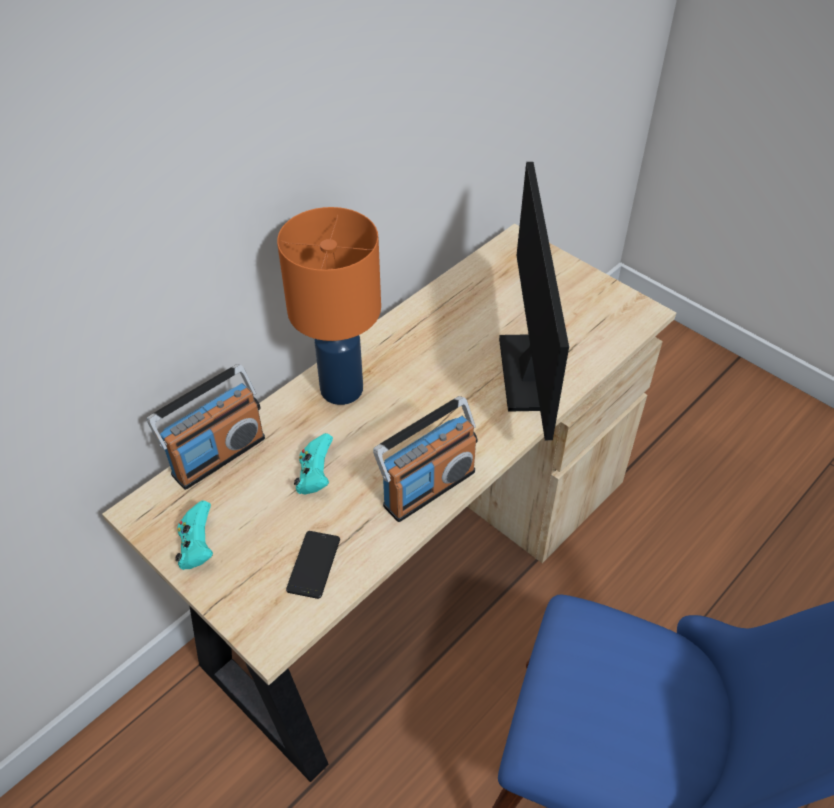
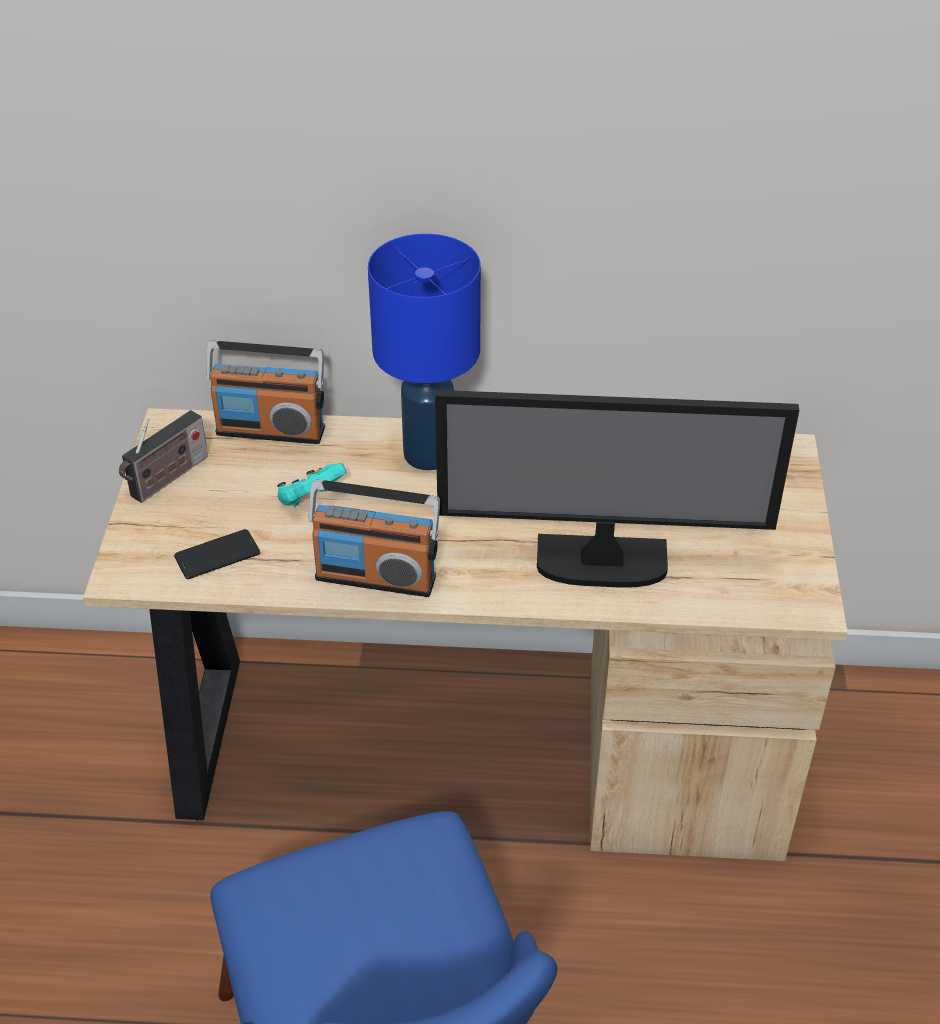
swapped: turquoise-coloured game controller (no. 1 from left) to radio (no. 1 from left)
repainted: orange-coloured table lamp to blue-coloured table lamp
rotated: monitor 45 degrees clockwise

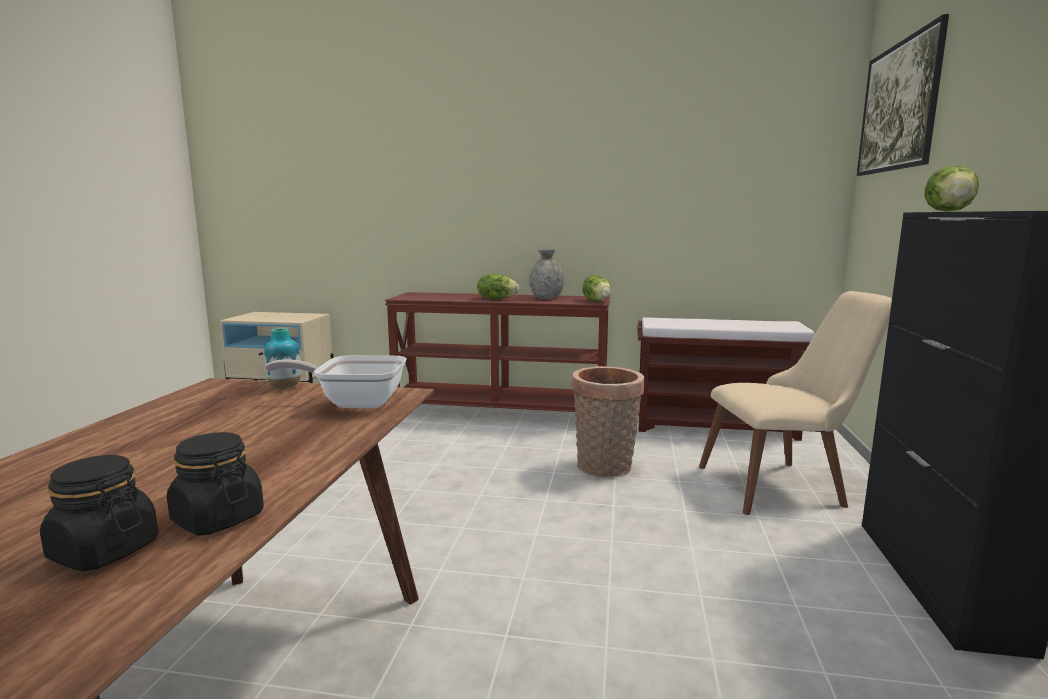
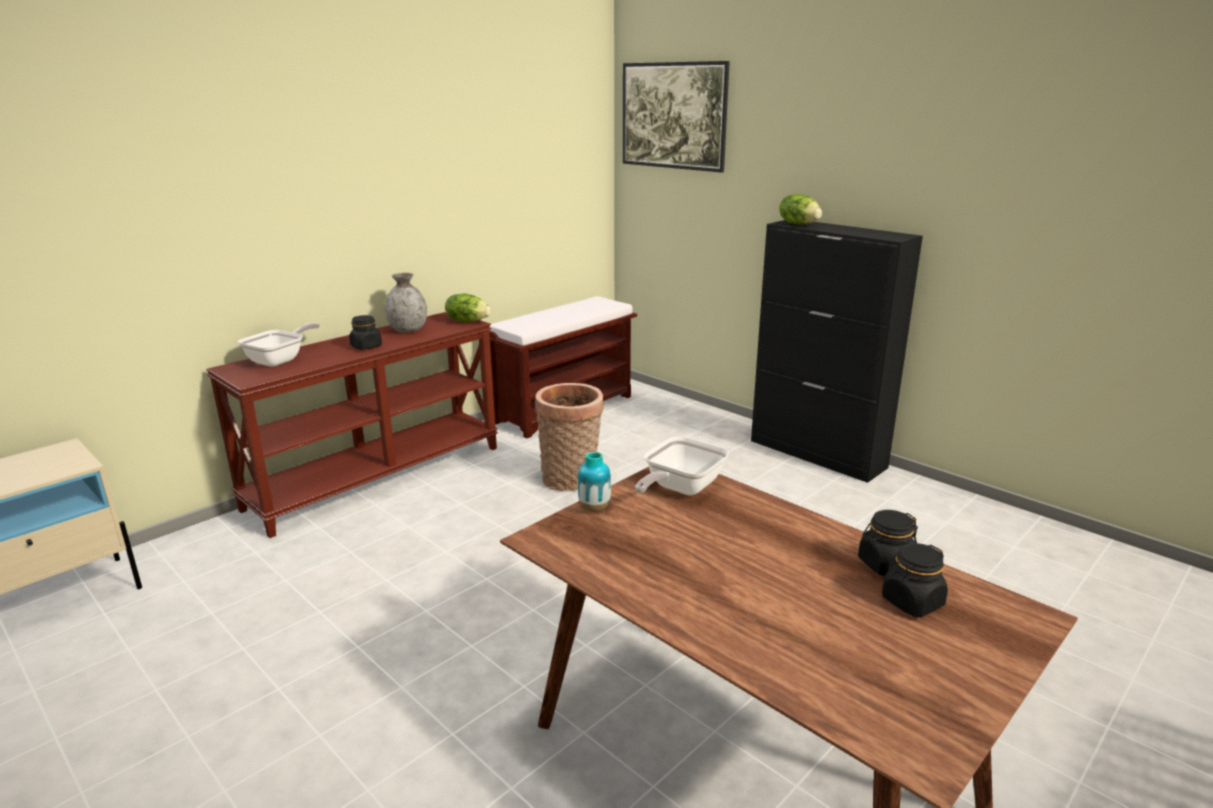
gone: sand-coloured plain chair
new: frying pan (no. 1 from left)
swapped: lettuce (no. 1 from left) to black preserve jar (no. 1 from left)

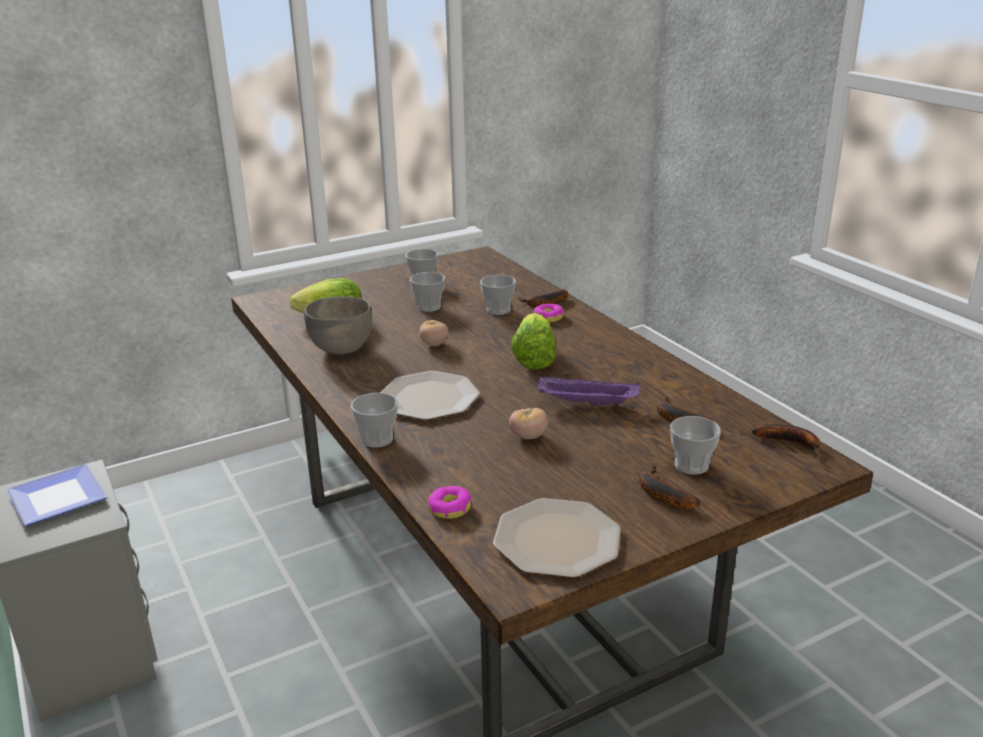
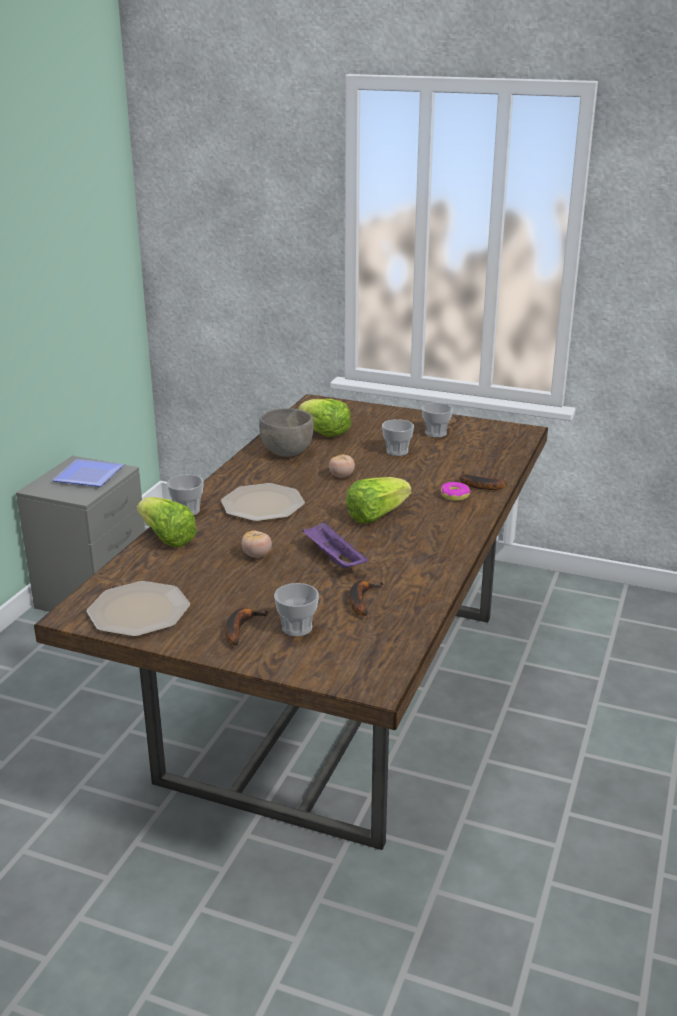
gone: ring doughnut (no. 1 from left); drinking cup (no. 4 from left); banana (no. 4 from left)
new: lettuce (no. 1 from left)

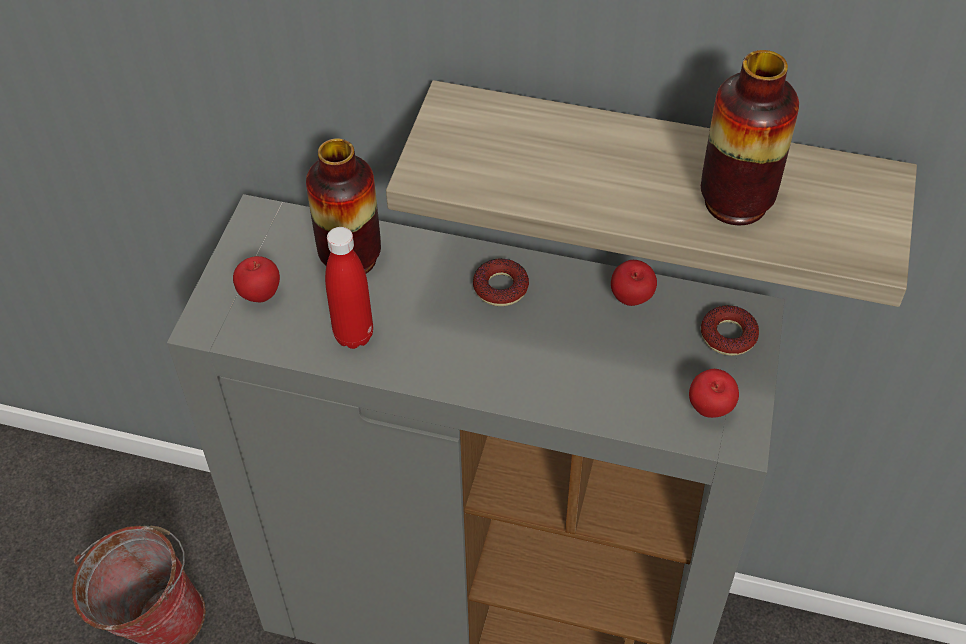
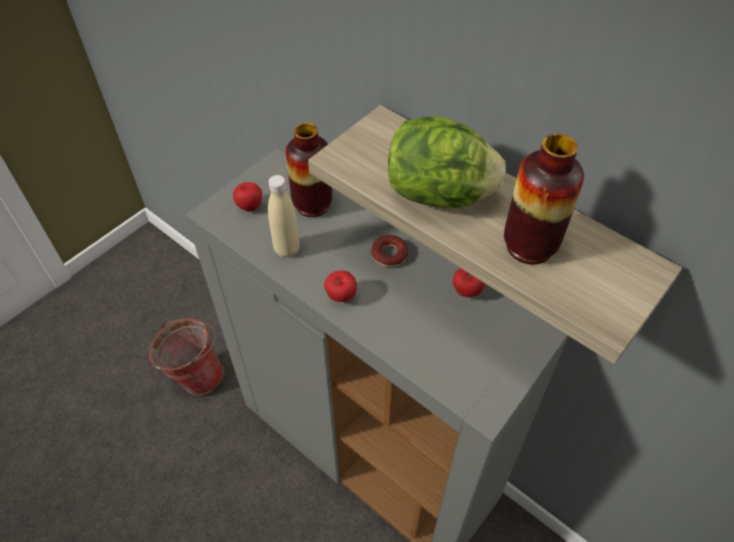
gone: ring doughnut (no. 2 from left)
new: lettuce
shifted: apple fruit (no. 3 from left in the first image) to apple fruit (no. 2 from left)
repainted: red drink bottle to sand-coloured drink bottle

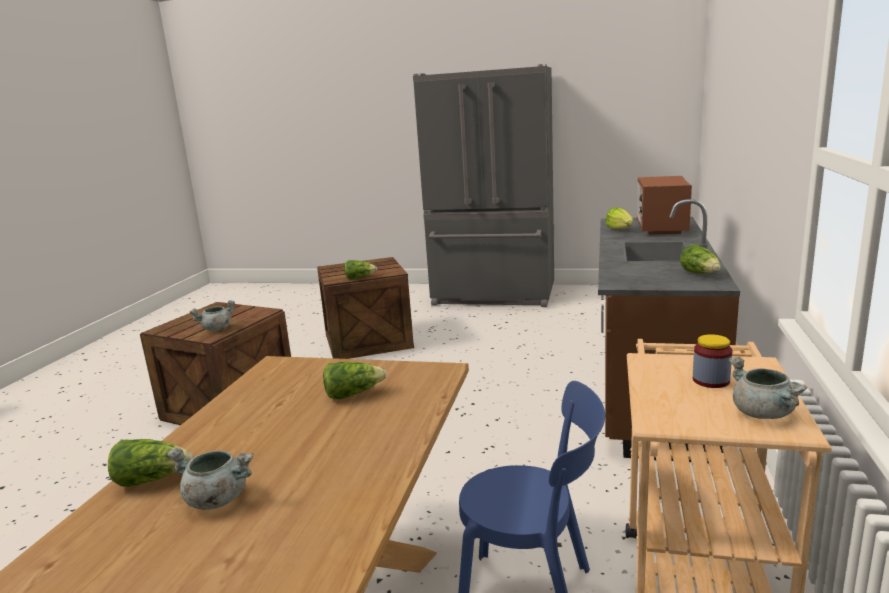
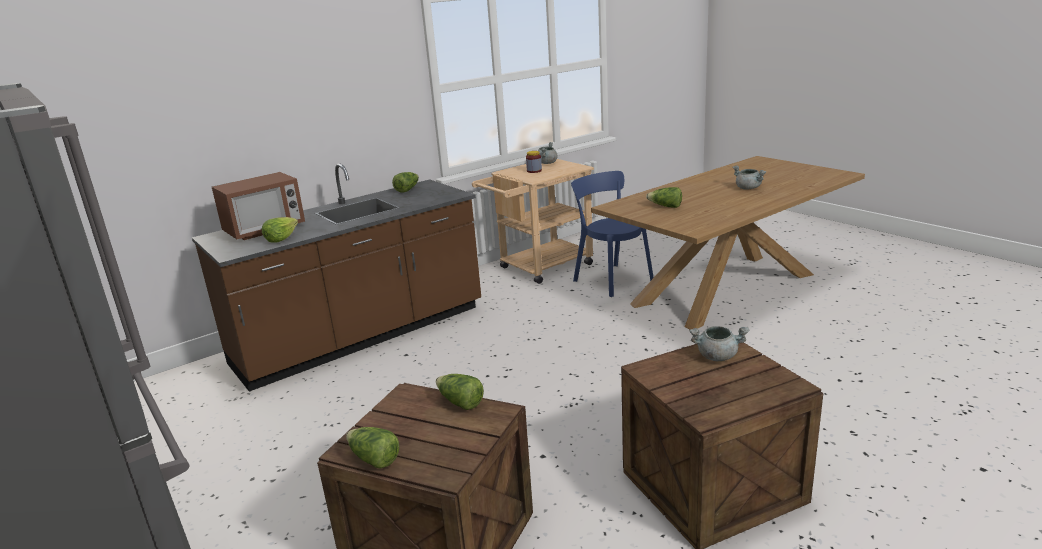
shifted: lettuce (no. 1 from left in the first image) to lettuce (no. 2 from left)

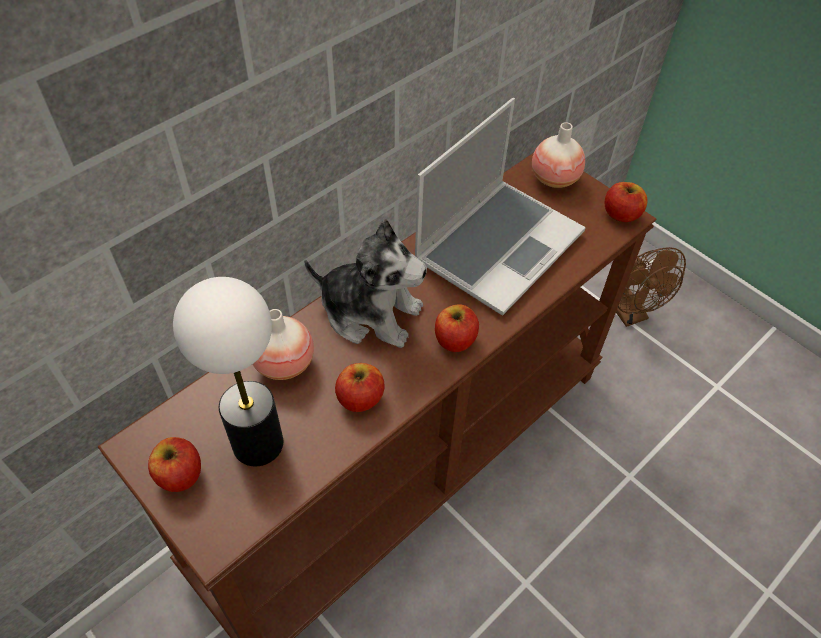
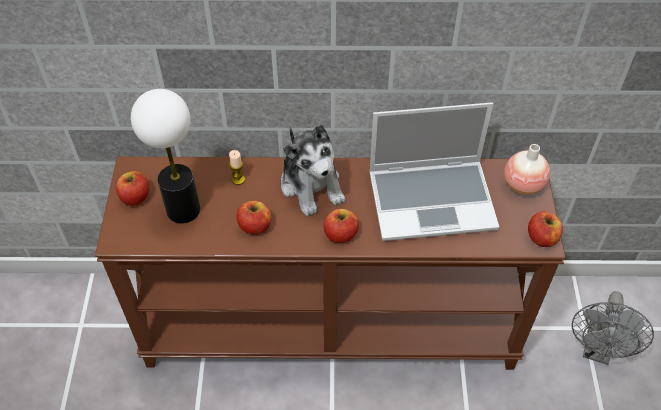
swapped: flower vase (no. 1 from left) to wax candle
repainted: brown cooling fan to gray cooling fan

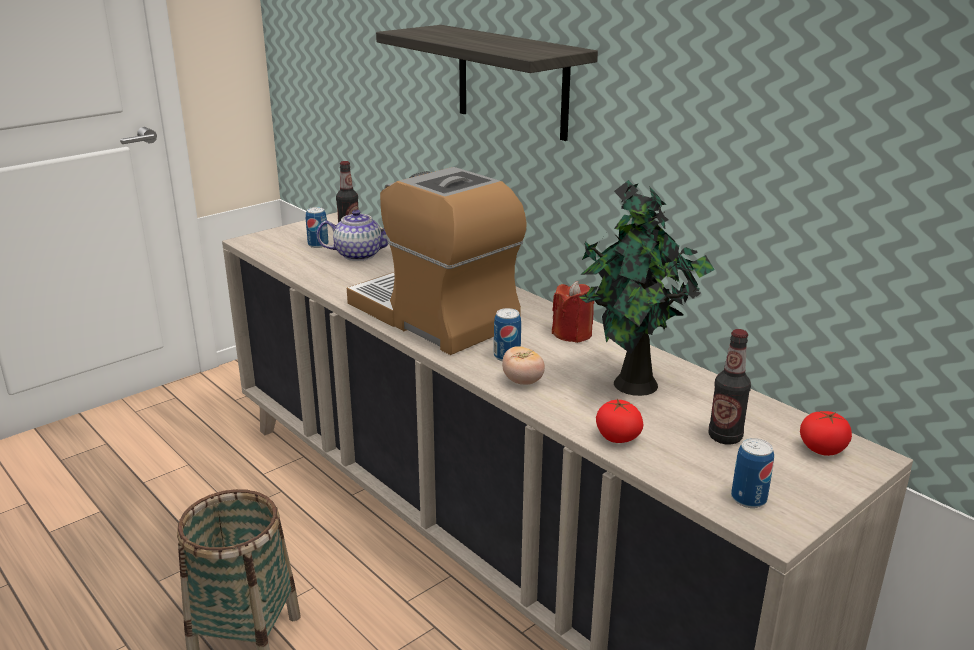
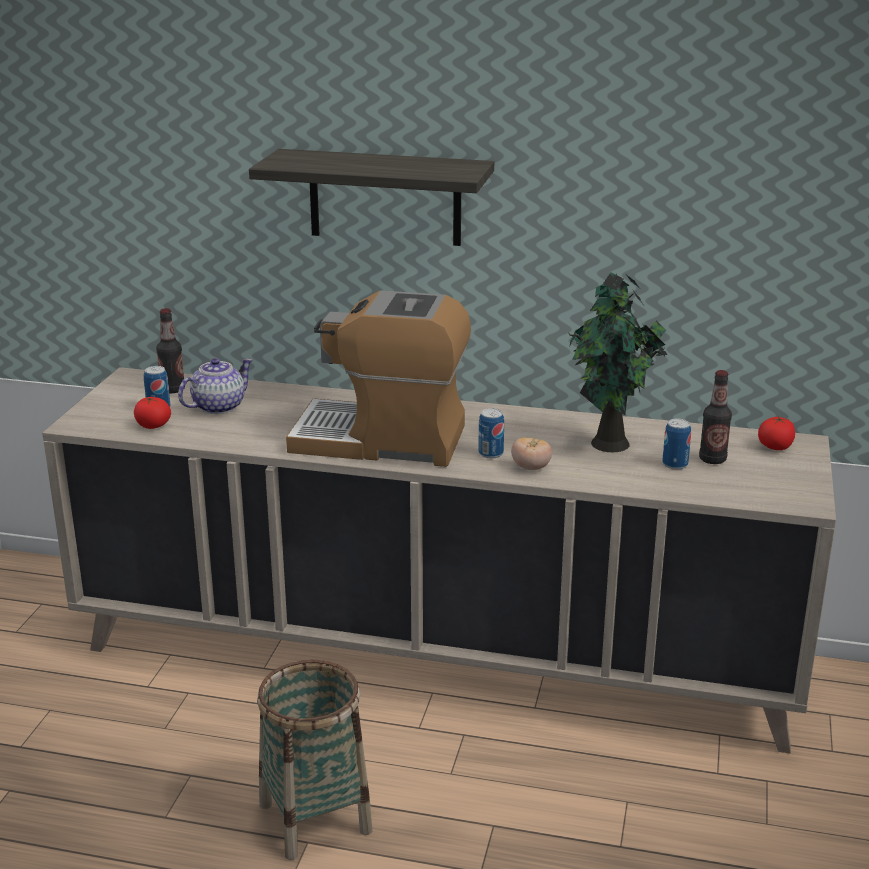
gone: red wax candle
shifted: whole tomato (no. 2 from left in the first image) to whole tomato (no. 1 from left); sealed can (no. 3 from left)

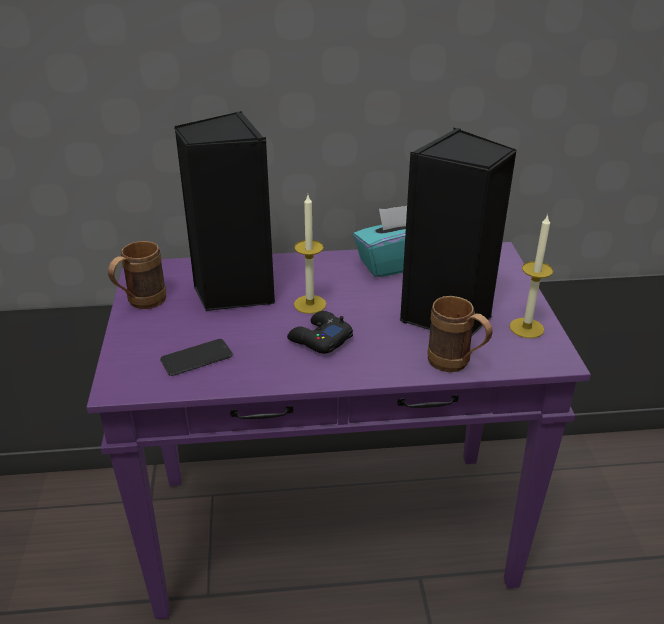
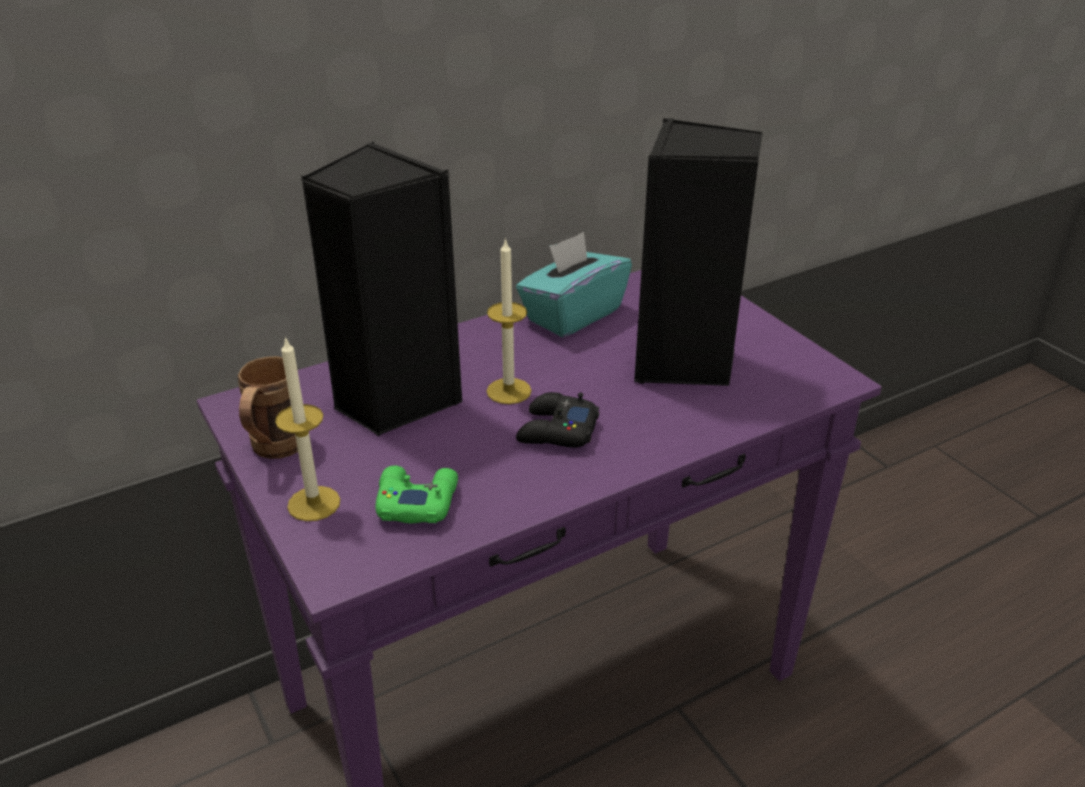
gone: brown tea mug (no. 2 from left)
shifted: wax candle (no. 2 from left in the first image) to wax candle (no. 1 from left)
swapped: telephone to green-coloured game controller

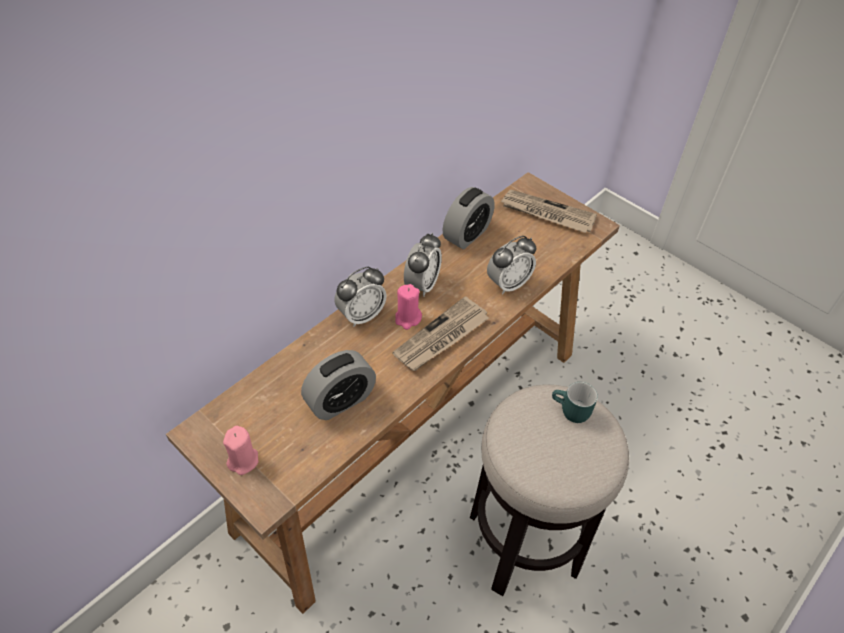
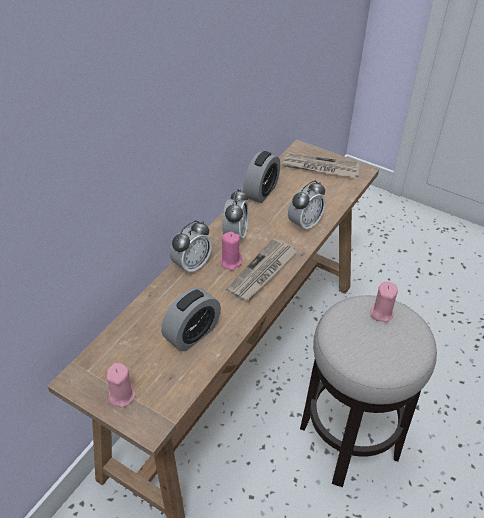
swapped: turquoise-coloured tea mug to pinkish wax candle (no. 3 from left)

